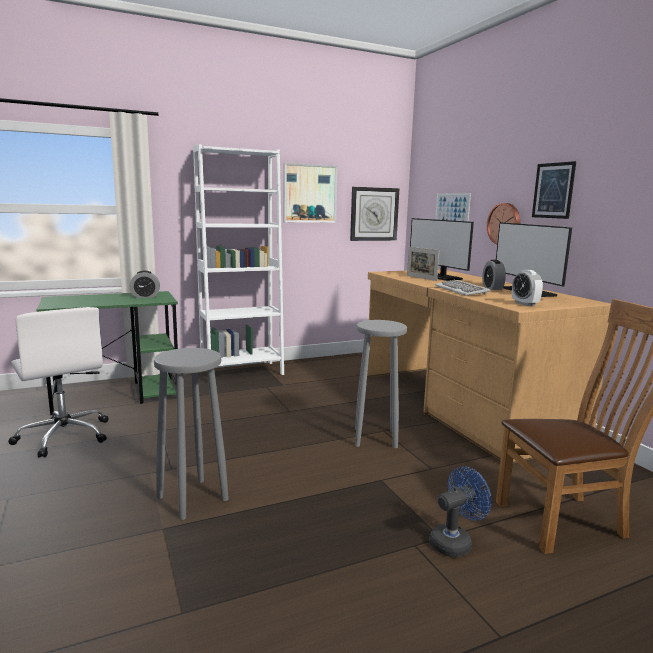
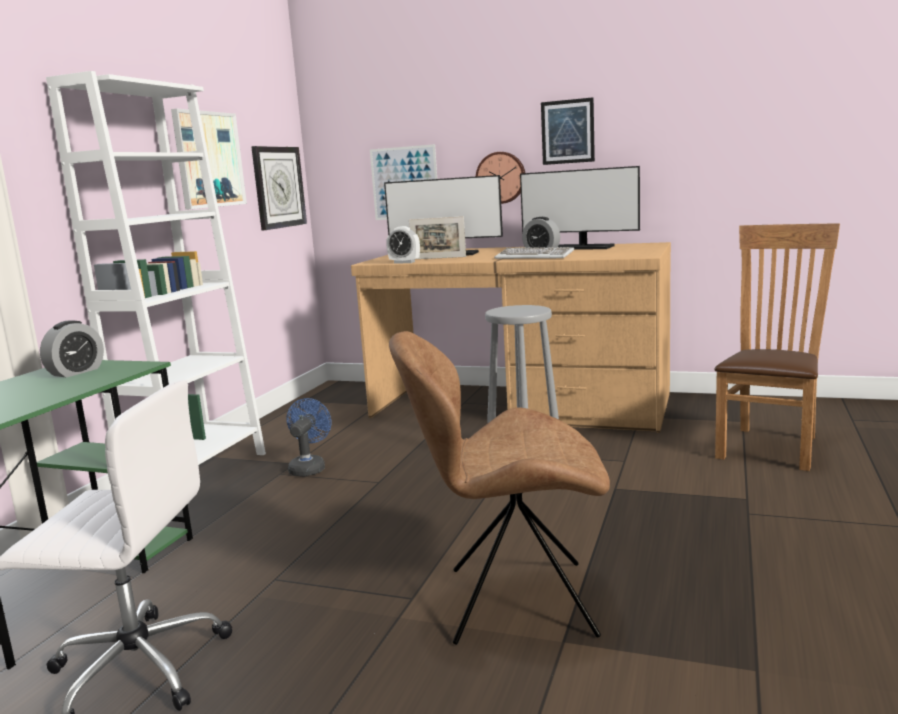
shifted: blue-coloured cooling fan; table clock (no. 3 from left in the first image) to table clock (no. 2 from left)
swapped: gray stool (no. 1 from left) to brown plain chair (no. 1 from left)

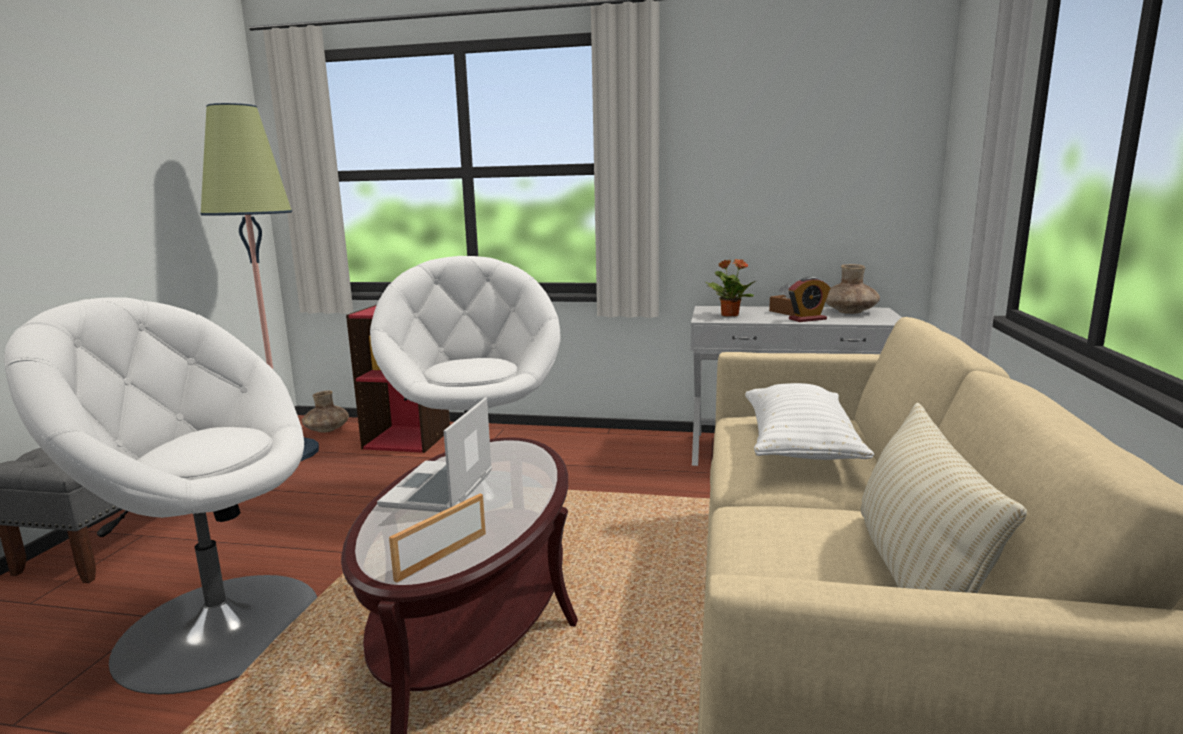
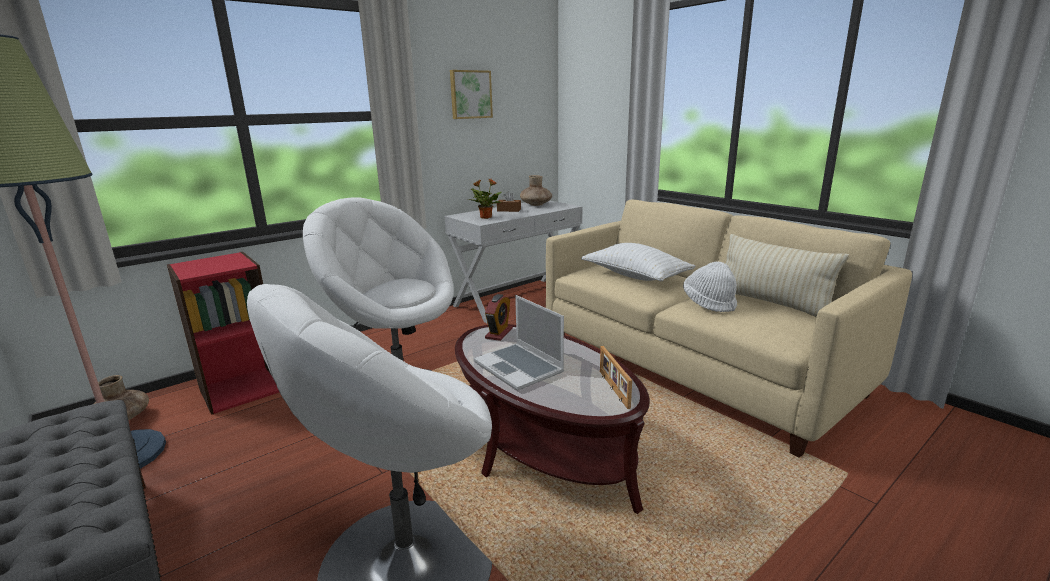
new: picture; whitish wearable hat
shifted: table clock

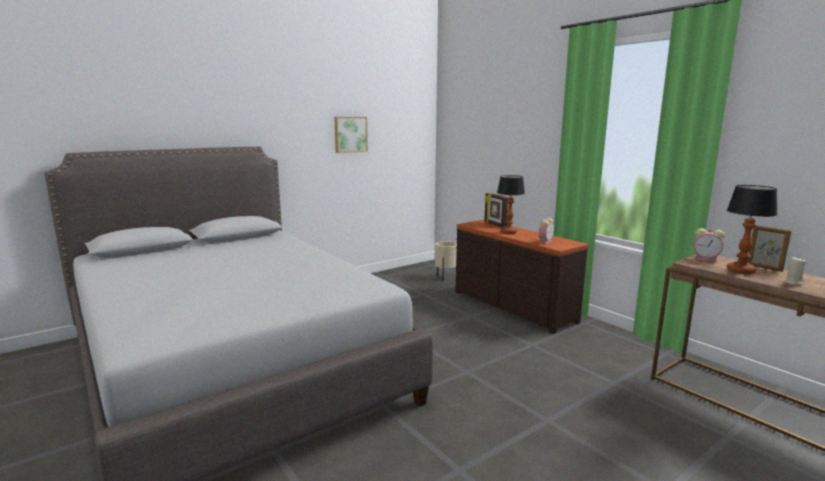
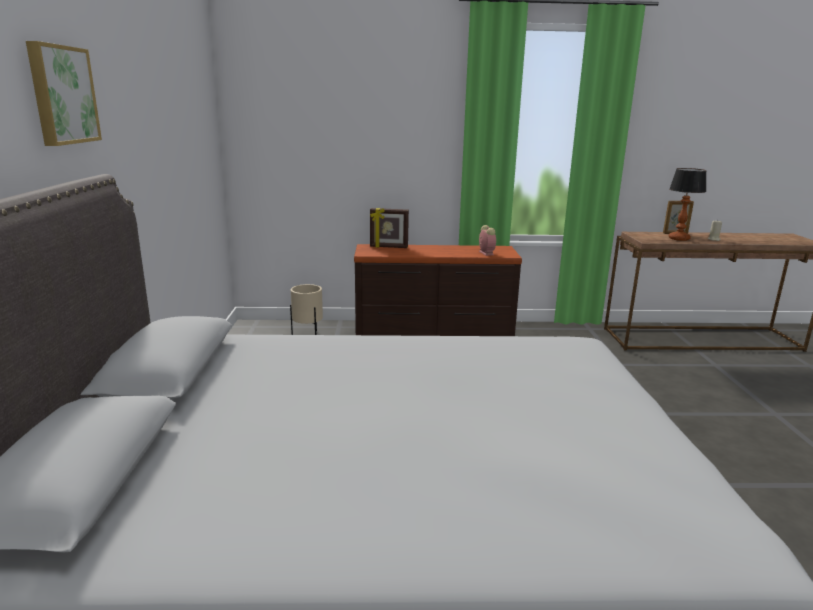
gone: table lamp (no. 1 from left); table clock (no. 2 from left)
shifted: picture

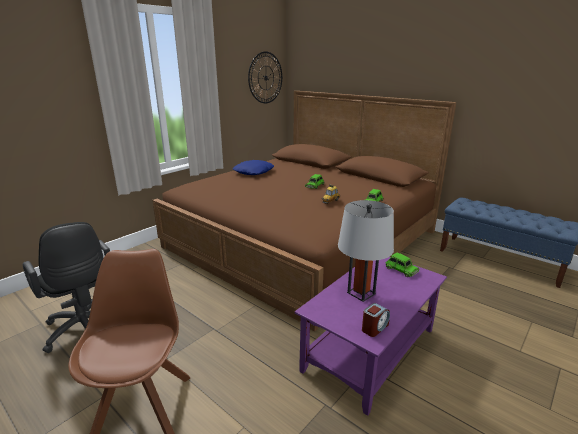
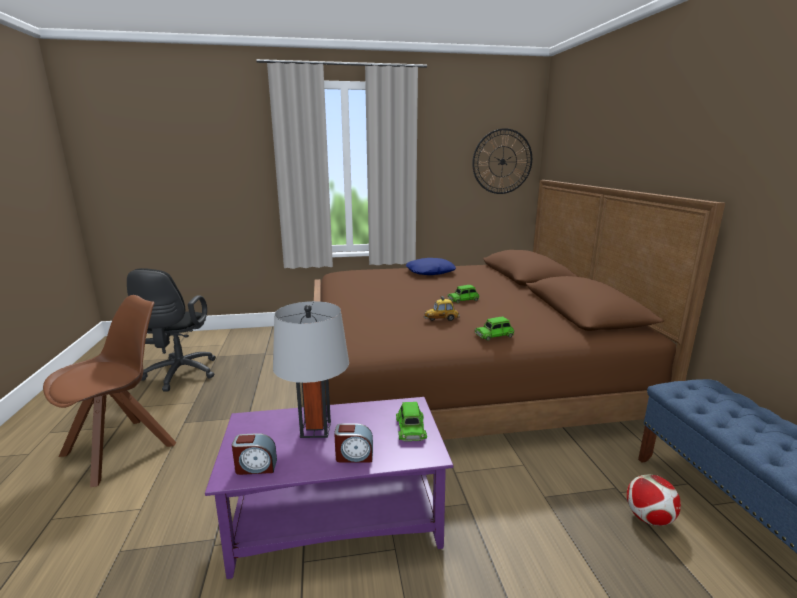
new: table clock (no. 2 from left); ball for football

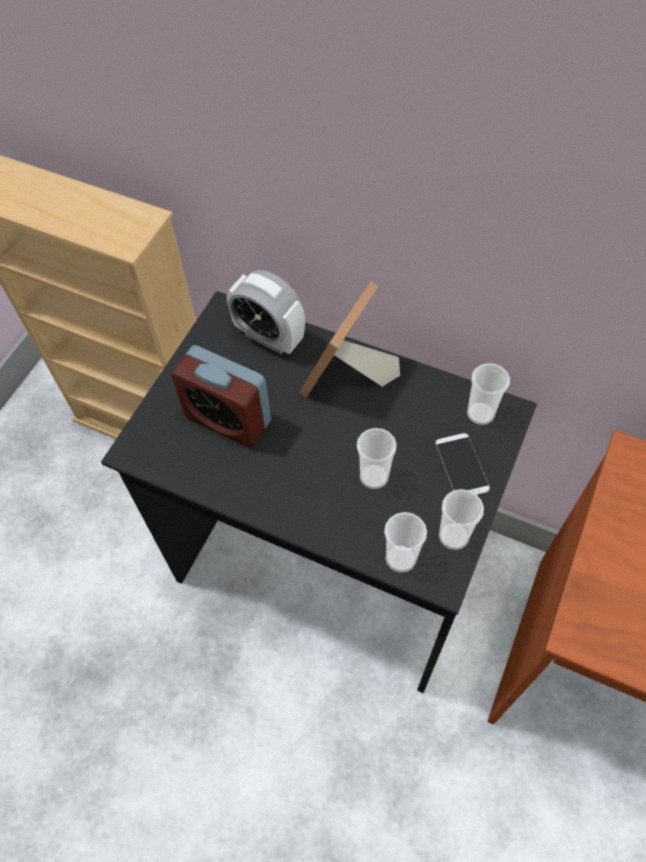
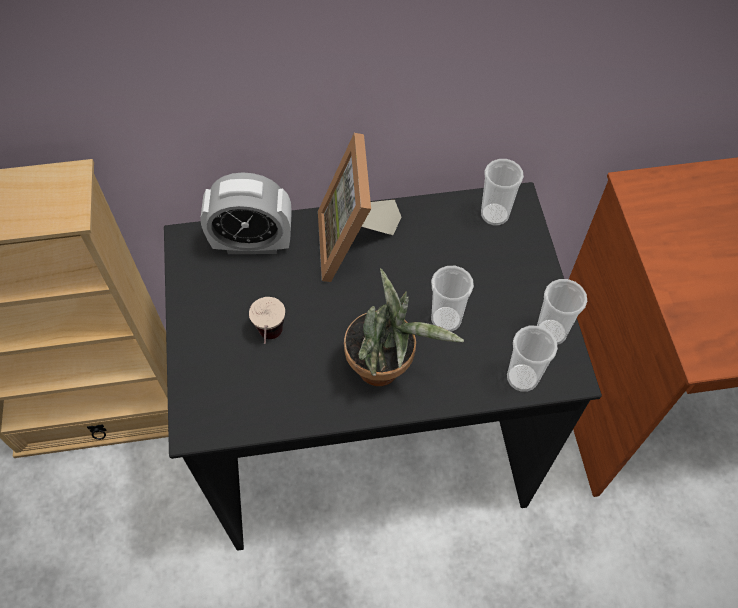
gone: telephone
new: houseplant
swapped: table clock (no. 1 from left) to drinking cup (no. 1 from left)

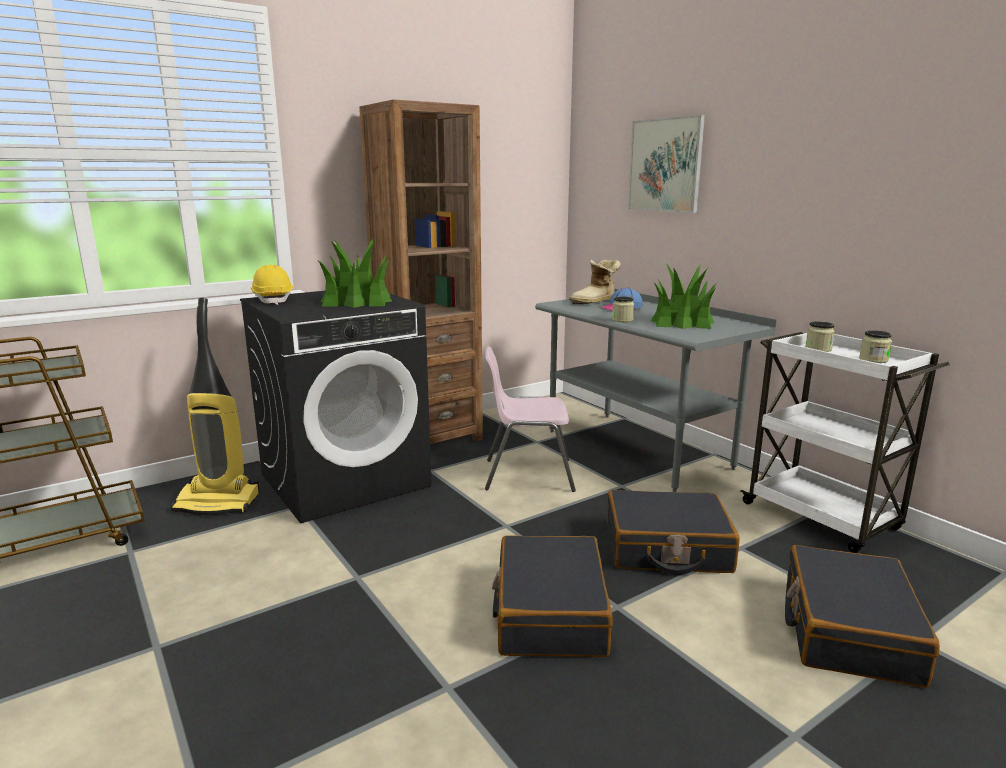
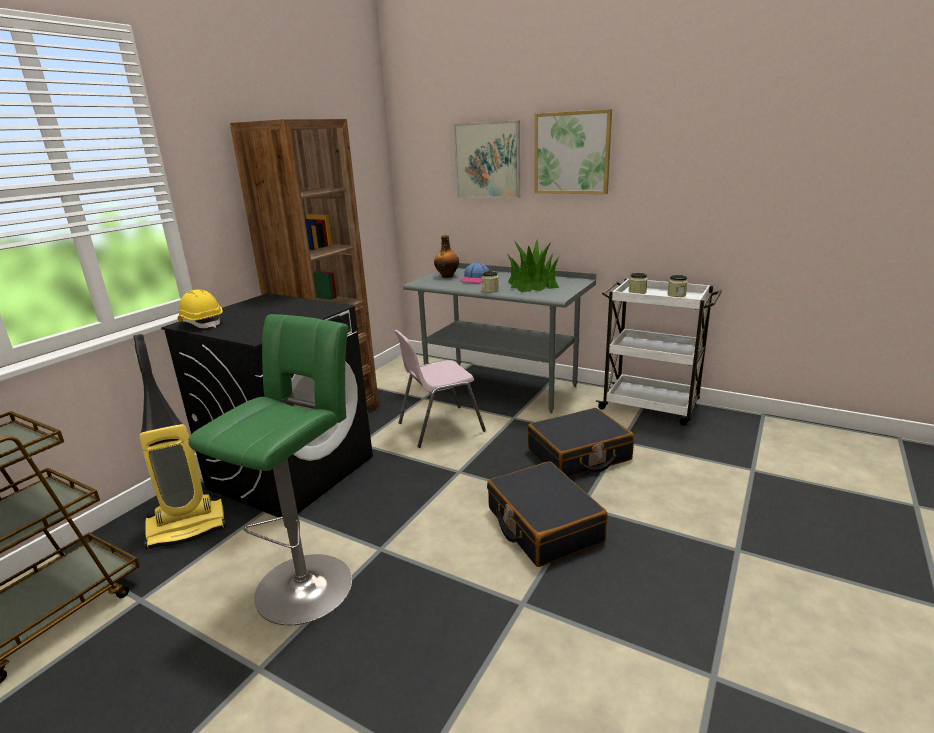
gone: houseplant (no. 1 from left); black suitcase (no. 3 from left)
new: green-coloured stool; picture (no. 2 from left)
swapped: boot to drink bottle

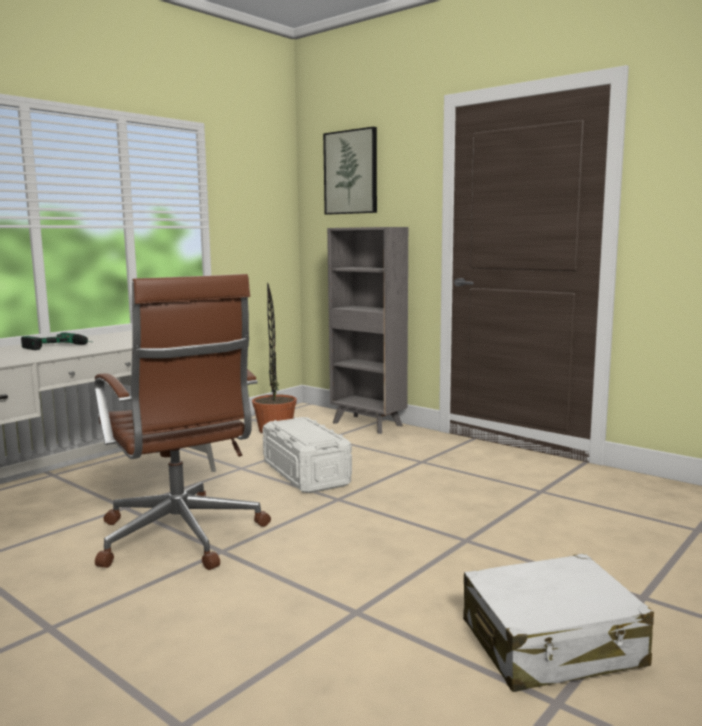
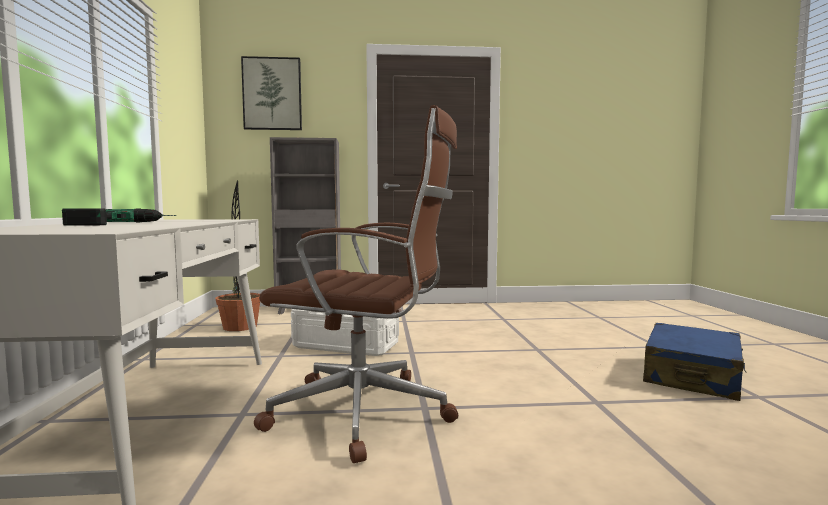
repainted: whitish suitcase to blue-coloured suitcase

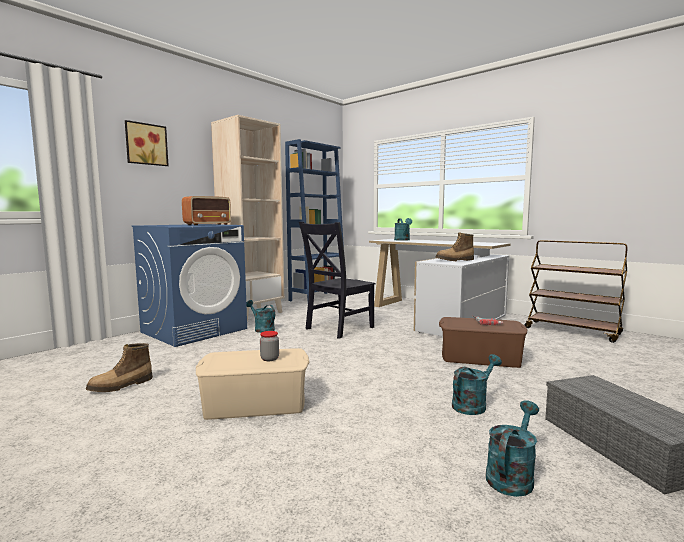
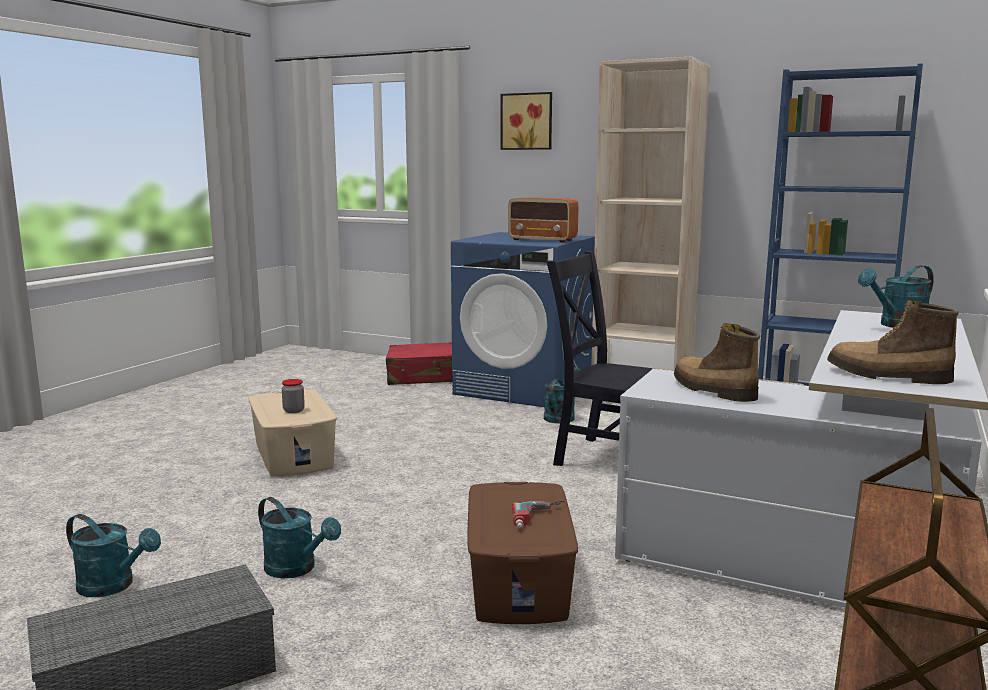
new: red suitcase
shifted: boot (no. 1 from left in the first image) to boot (no. 2 from left)

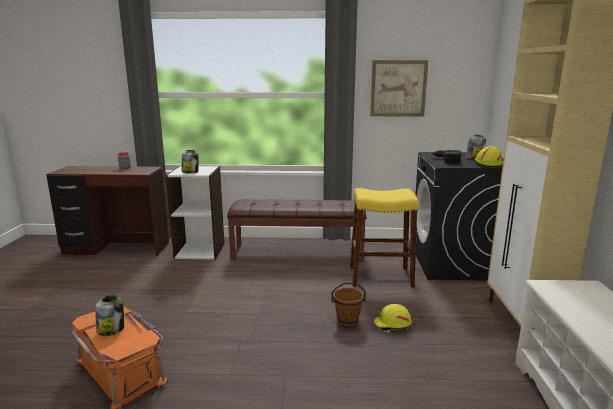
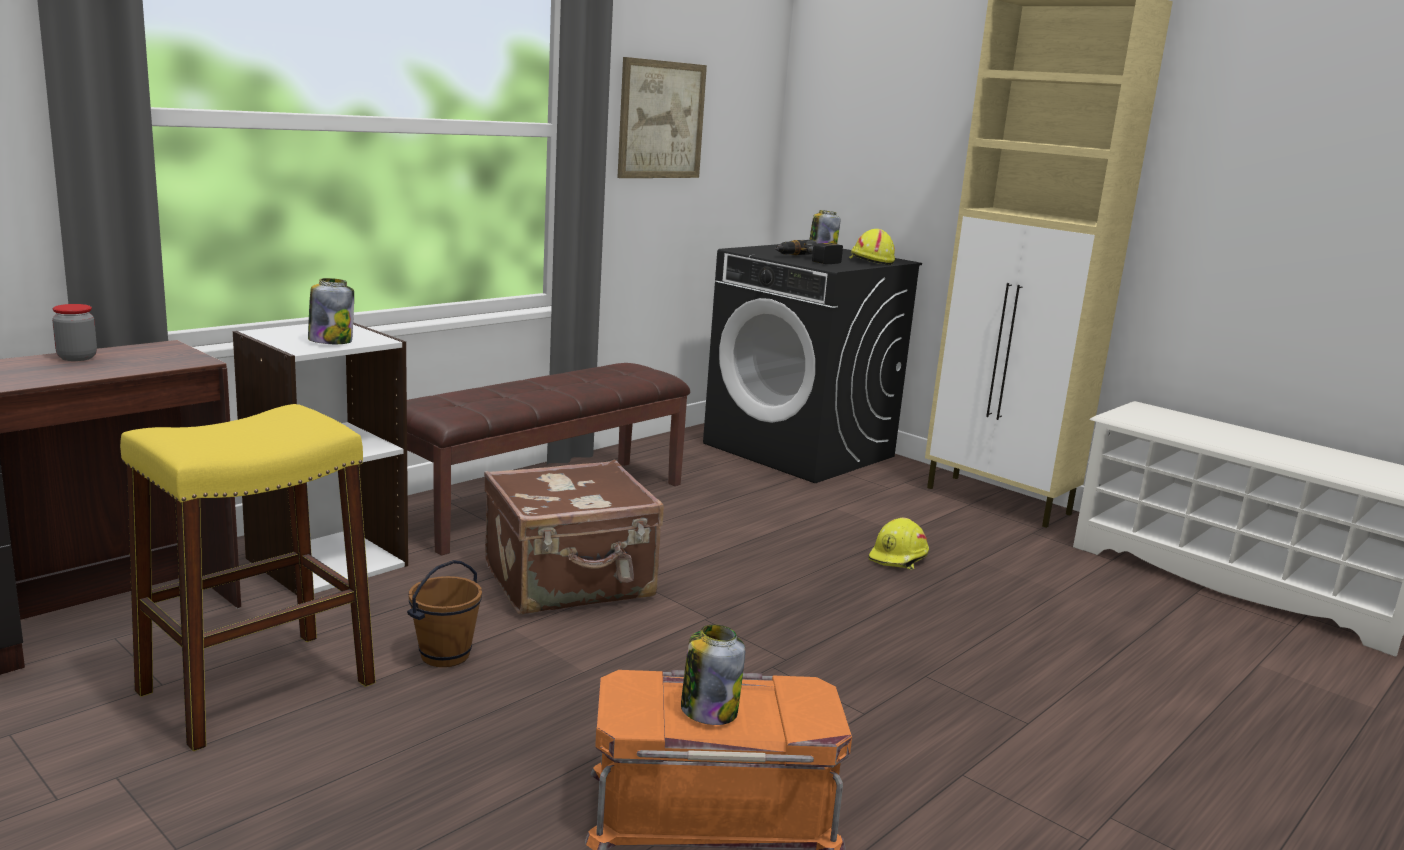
new: brown suitcase
shifted: brown water bucket; yellow-coloured stool

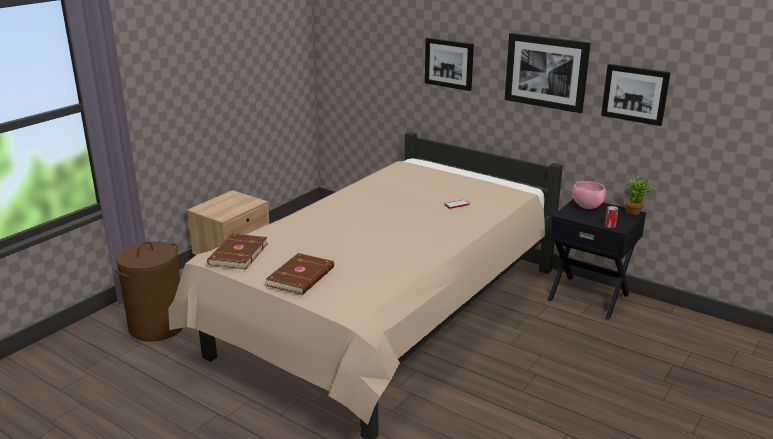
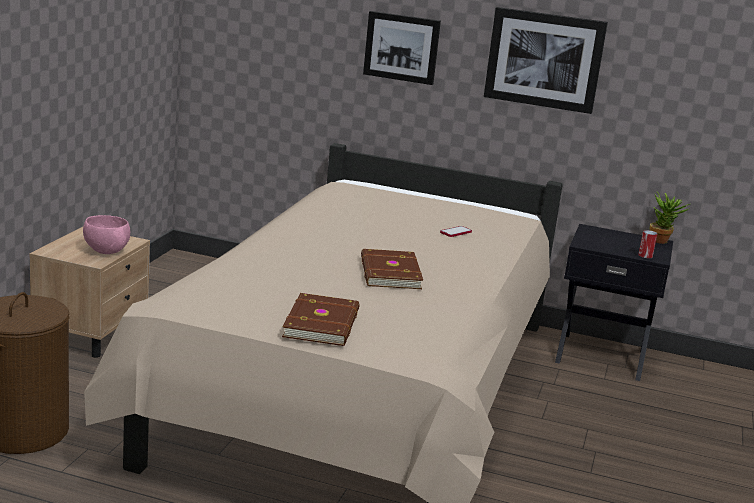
gone: picture (no. 3 from left)
shifted: brown volume (no. 1 from left in the first image) to brown volume (no. 2 from left); pinkish bowl

